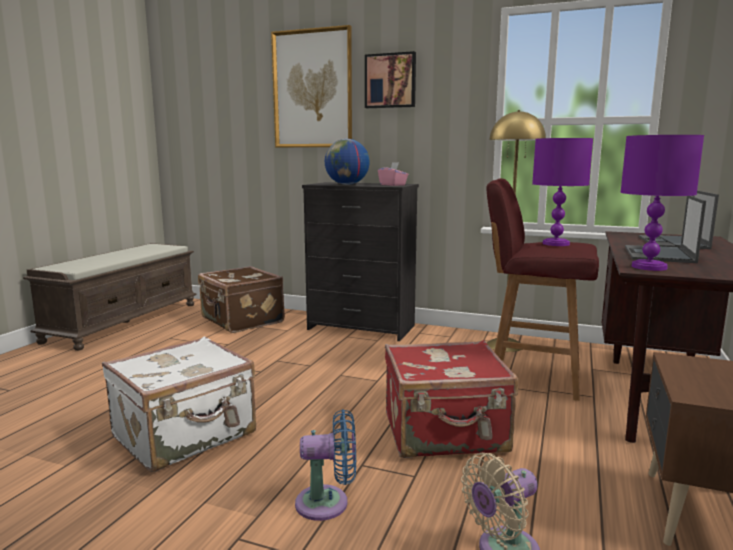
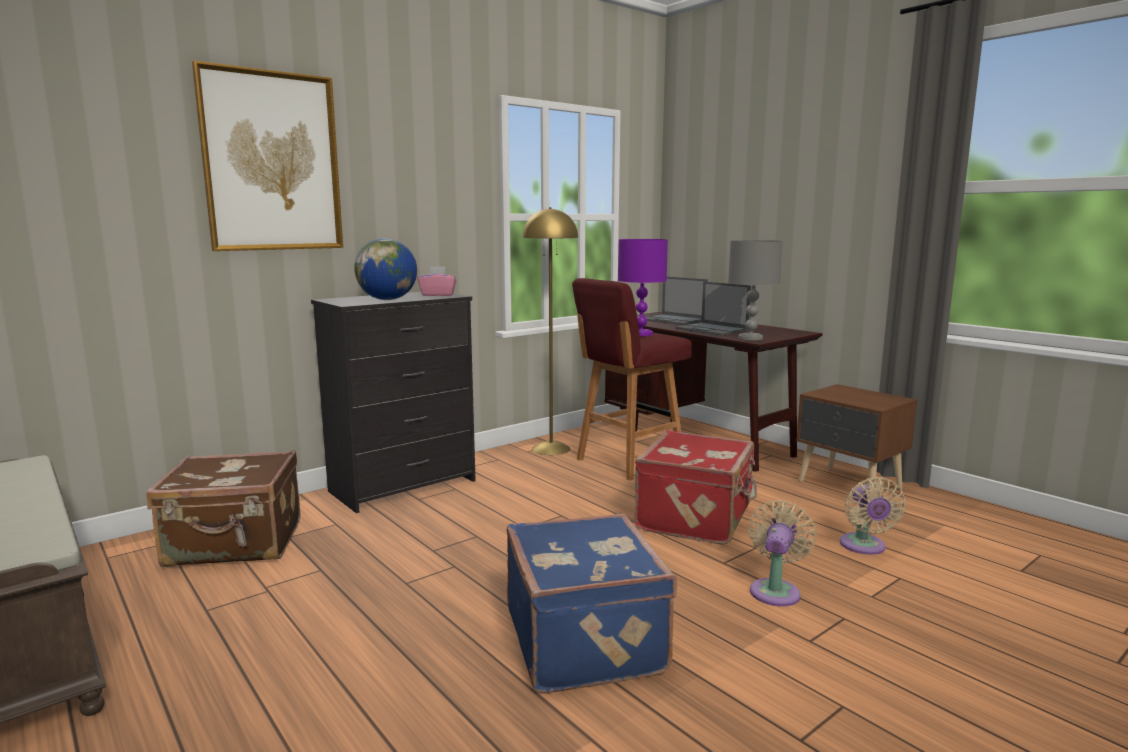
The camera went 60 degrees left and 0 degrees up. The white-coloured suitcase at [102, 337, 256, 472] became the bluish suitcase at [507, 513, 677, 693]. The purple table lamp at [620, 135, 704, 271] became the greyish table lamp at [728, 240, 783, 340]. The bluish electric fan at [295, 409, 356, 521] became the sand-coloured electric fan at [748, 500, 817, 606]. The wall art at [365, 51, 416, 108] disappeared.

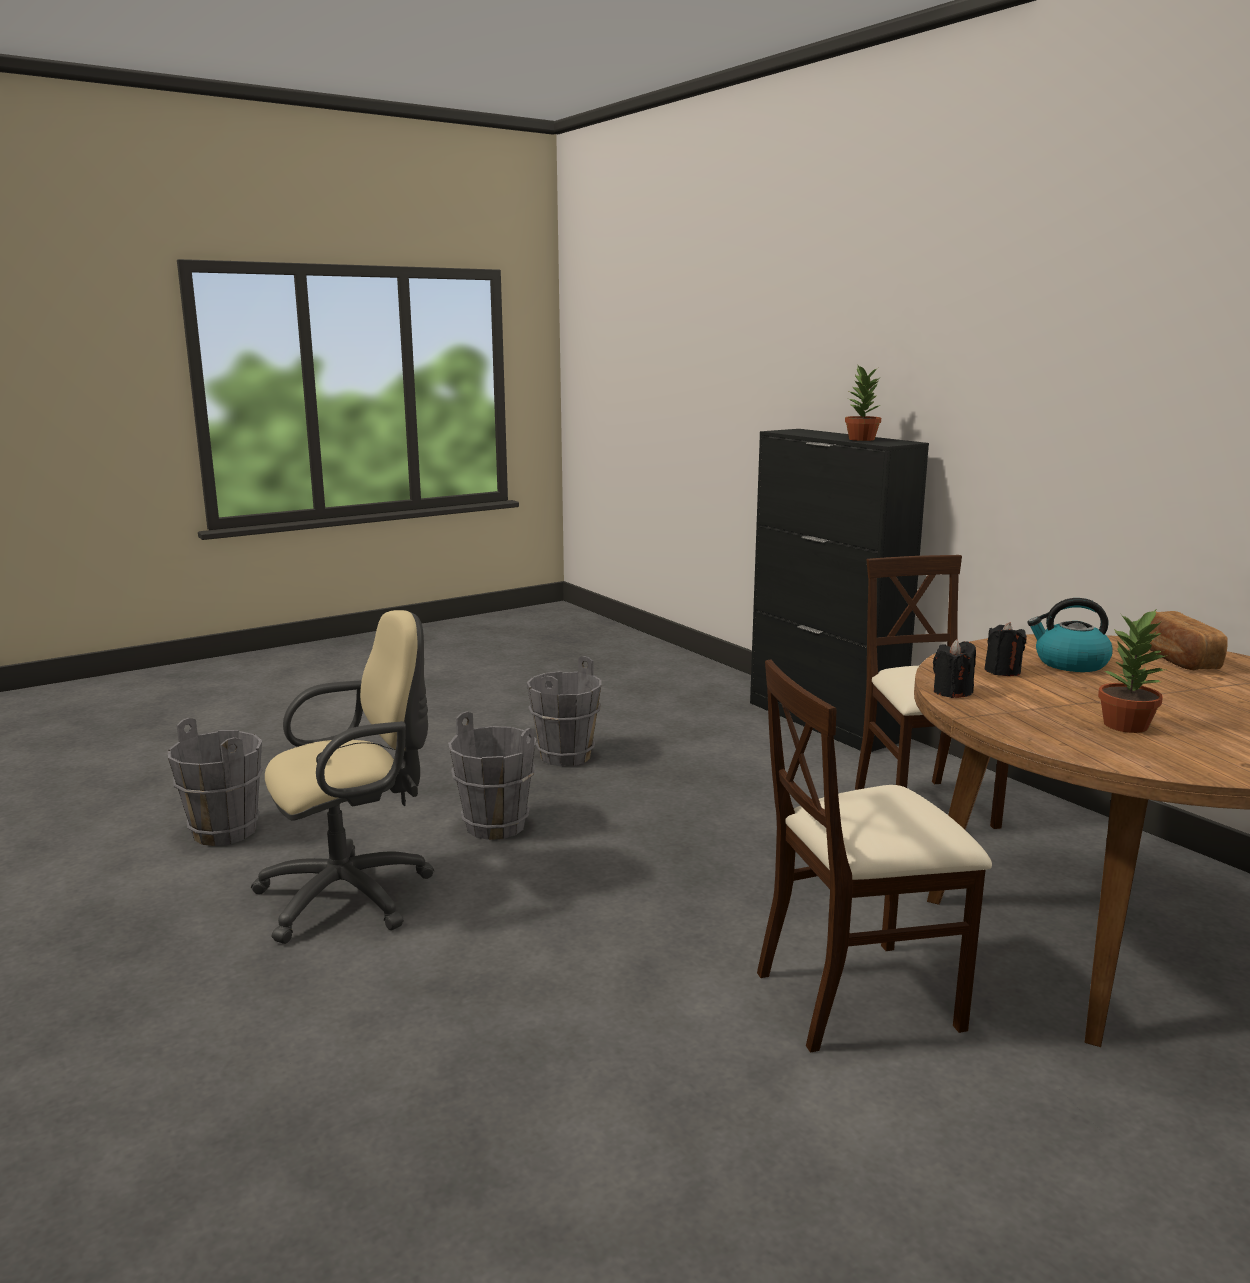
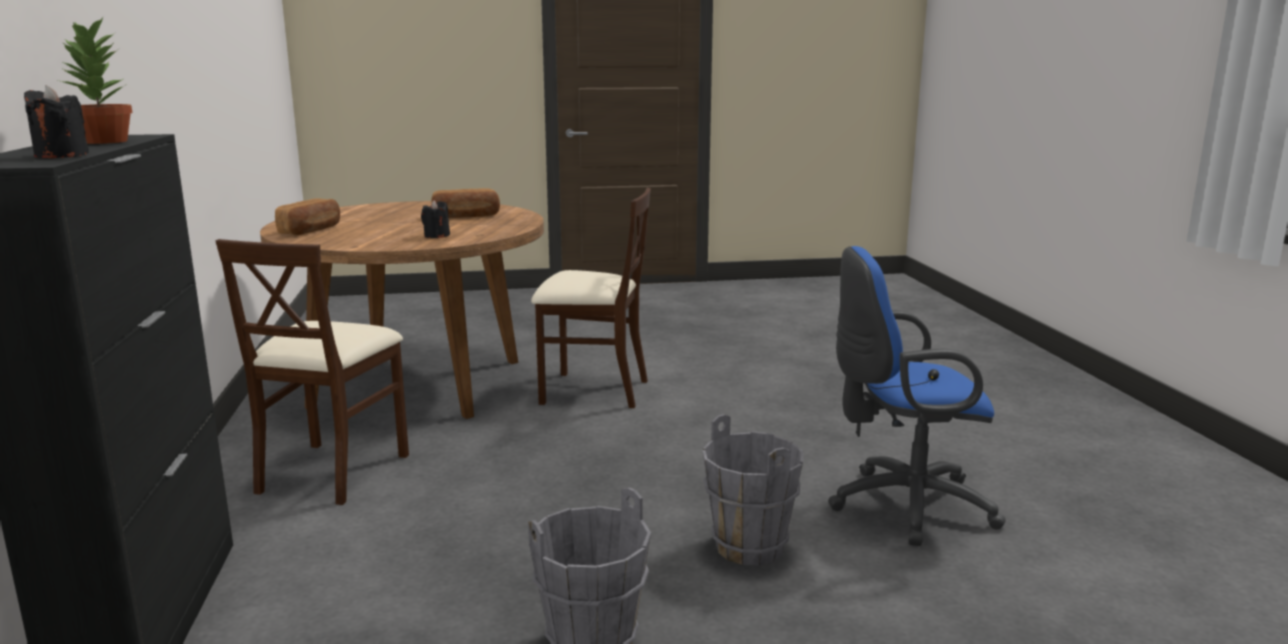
The camera went 155 degrees left and 0 degrees up. The black-coloured wax candle moved from [933, 639, 976, 698] to [24, 85, 89, 158]. The potted plant at [1098, 608, 1167, 733] was replaced by the bakery bread at [432, 188, 500, 218]. The sand-coloured computer chair at [251, 610, 434, 944] became the bluish computer chair at [828, 246, 1006, 546]. The greyish water bucket at [168, 718, 263, 846] disappeared. The kettle at [1027, 598, 1113, 672] disappeared.

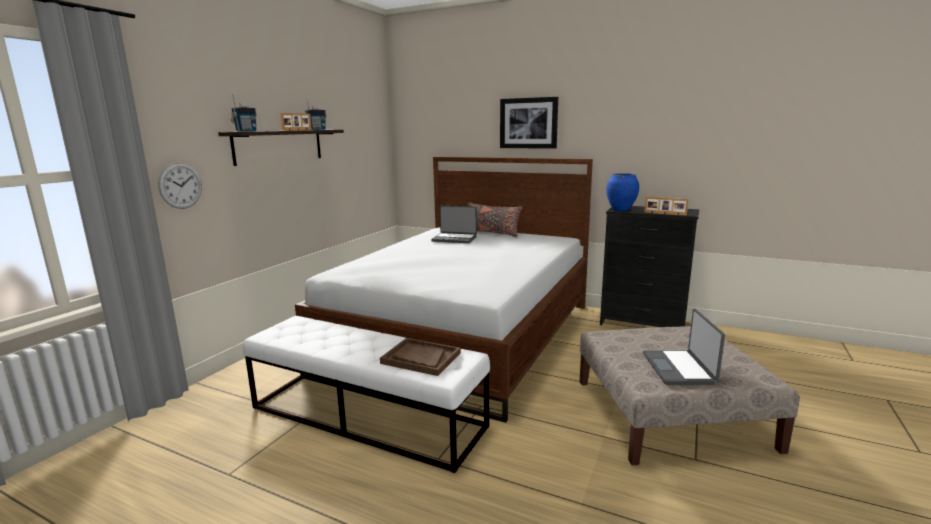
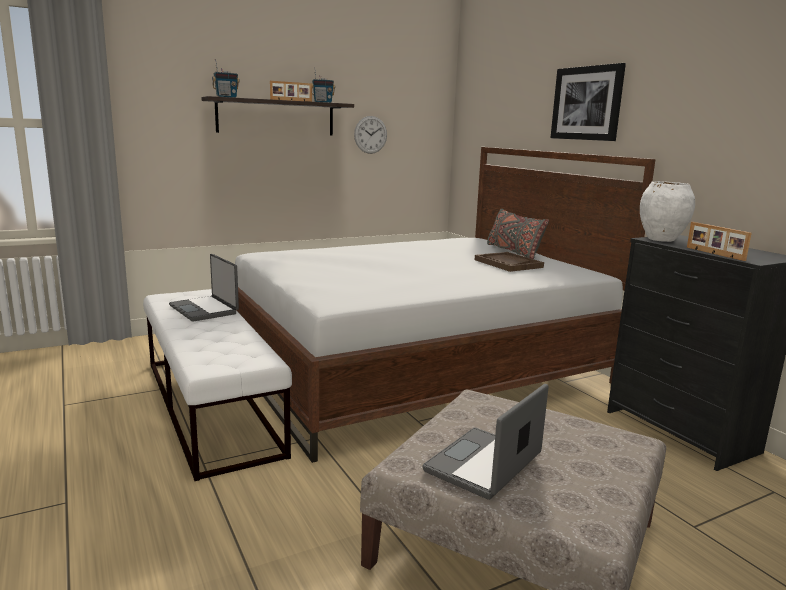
The camera went 35 degrees right and 0 degrees up. The portable computer moved from [431, 205, 477, 243] to [169, 254, 239, 322]. The clock on the wall moved from [158, 163, 202, 209] to [354, 116, 387, 154]. The brownish carrying tray moved from [380, 338, 461, 376] to [475, 252, 544, 272]. The bluish vase at [606, 173, 639, 211] became the white-coloured vase at [640, 181, 695, 242].

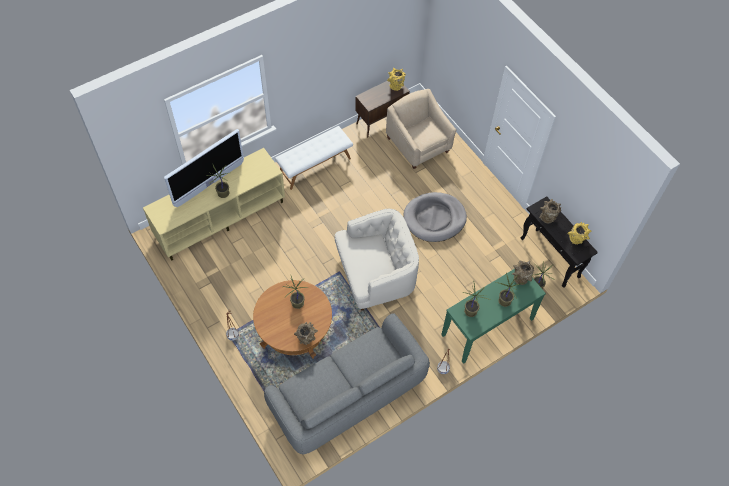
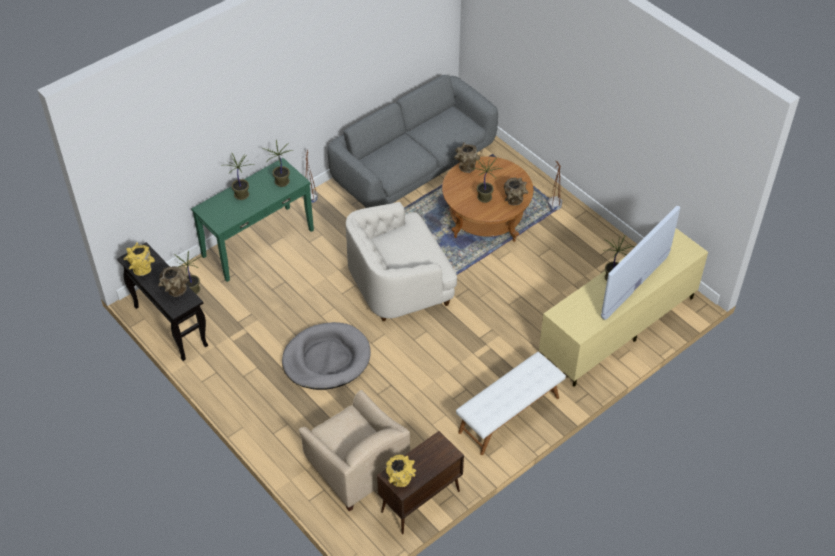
The camera went 175 degrees right and 10 degrees down. The brownish vase moved from [512, 261, 534, 285] to [504, 178, 528, 205].

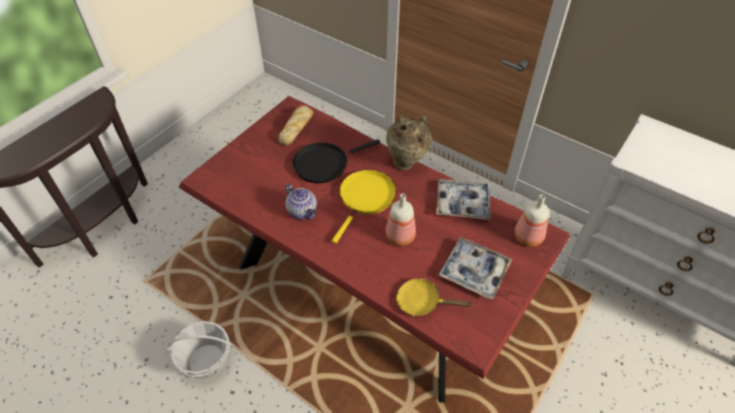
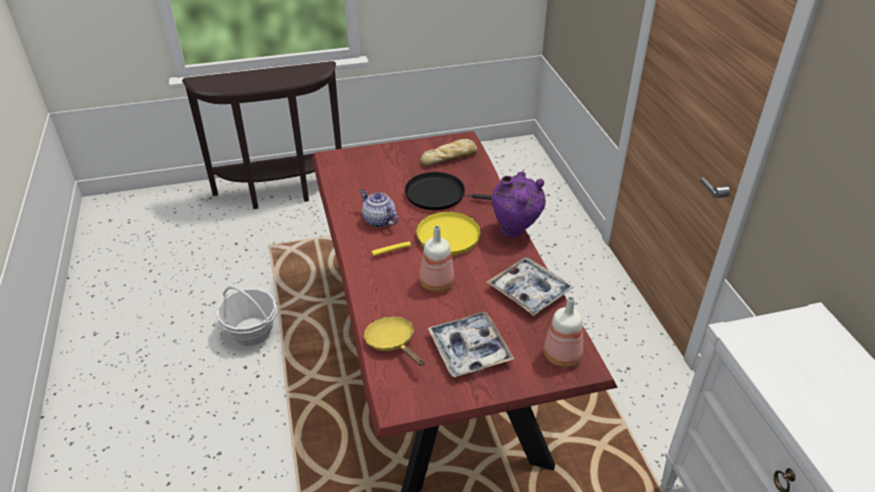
The camera went 40 degrees right and 10 degrees down. The tea pot at [285, 183, 317, 219] turned 135 degrees clockwise. The sand-coloured vase at [386, 115, 432, 170] became the purple vase at [492, 171, 546, 237].

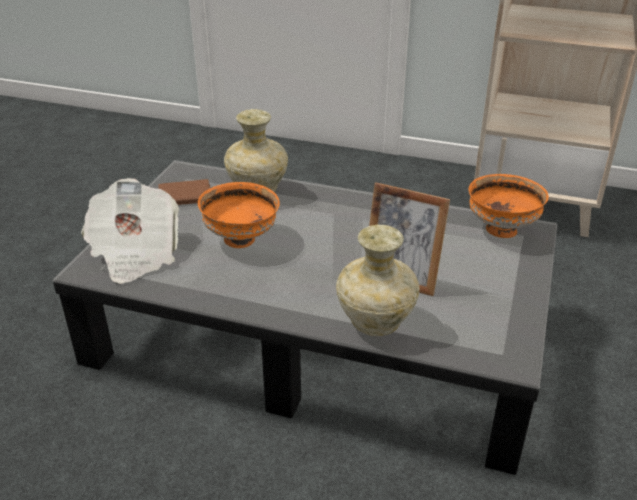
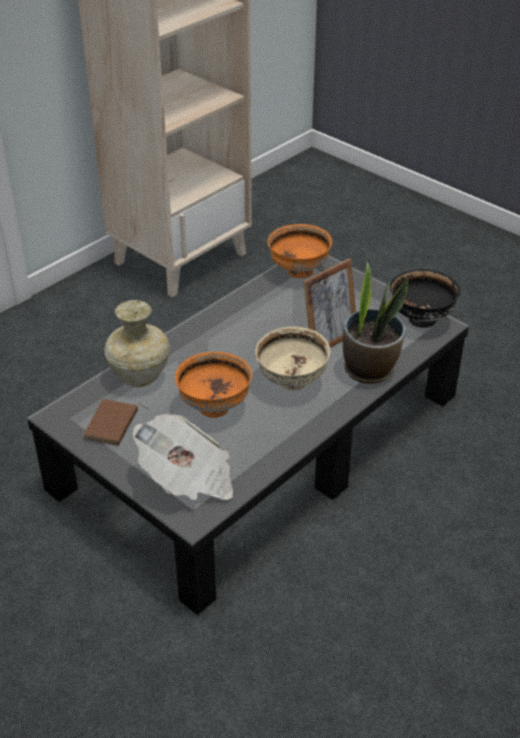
The camera went 65 degrees left and 5 degrees up. The sand-coloured deep dish at [255, 327, 330, 391] appeared. The sand-coloured vase at [336, 224, 420, 336] was replaced by the potted plant at [343, 262, 408, 384]. The black-coloured deep dish at [390, 269, 460, 328] appeared.

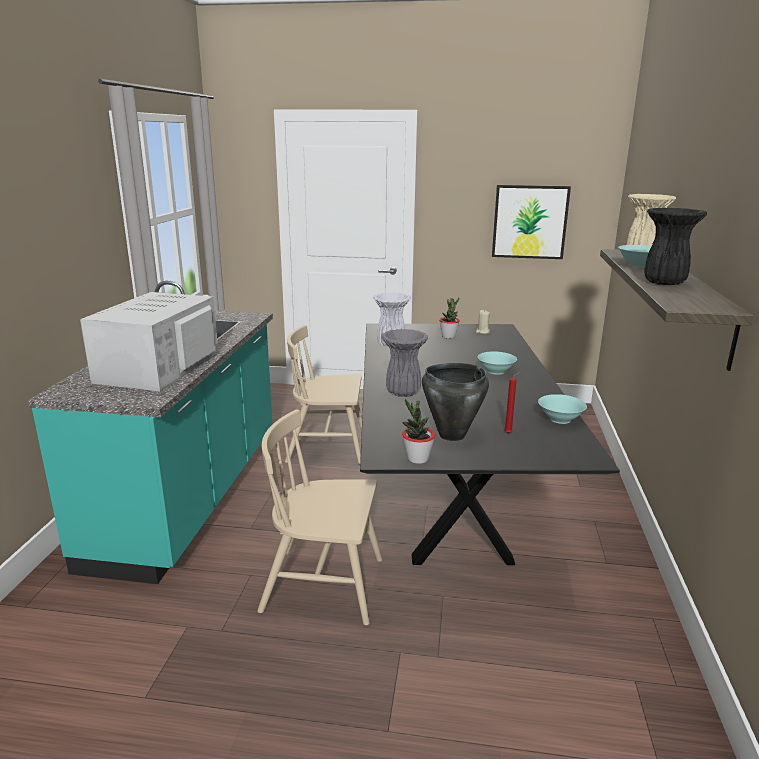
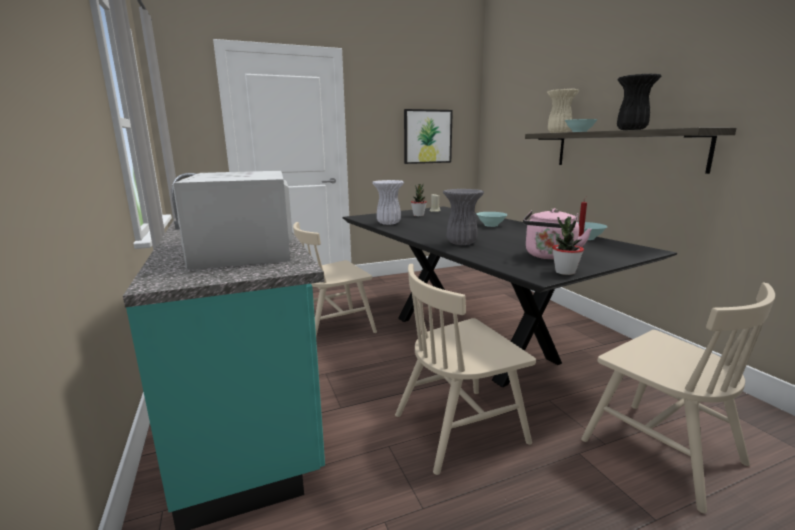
The camera went 30 degrees left and 5 degrees down. The black-coloured stockpot at [422, 363, 489, 441] was replaced by the pink-coloured kettle at [523, 208, 592, 260]. The sand-coloured plain chair at [581, 283, 775, 513] appeared.

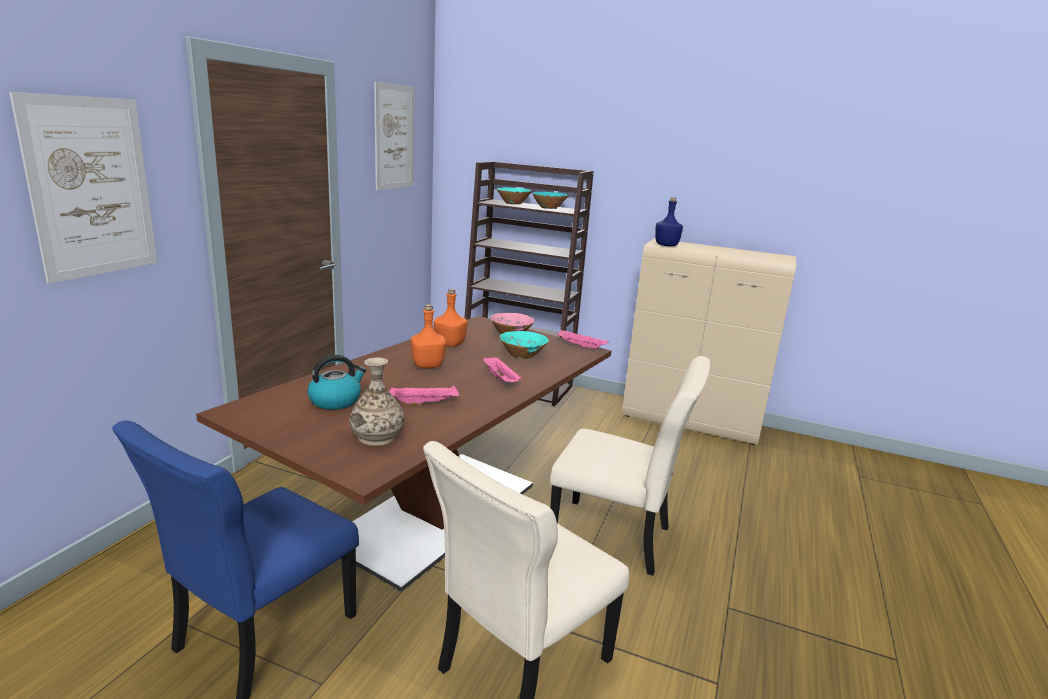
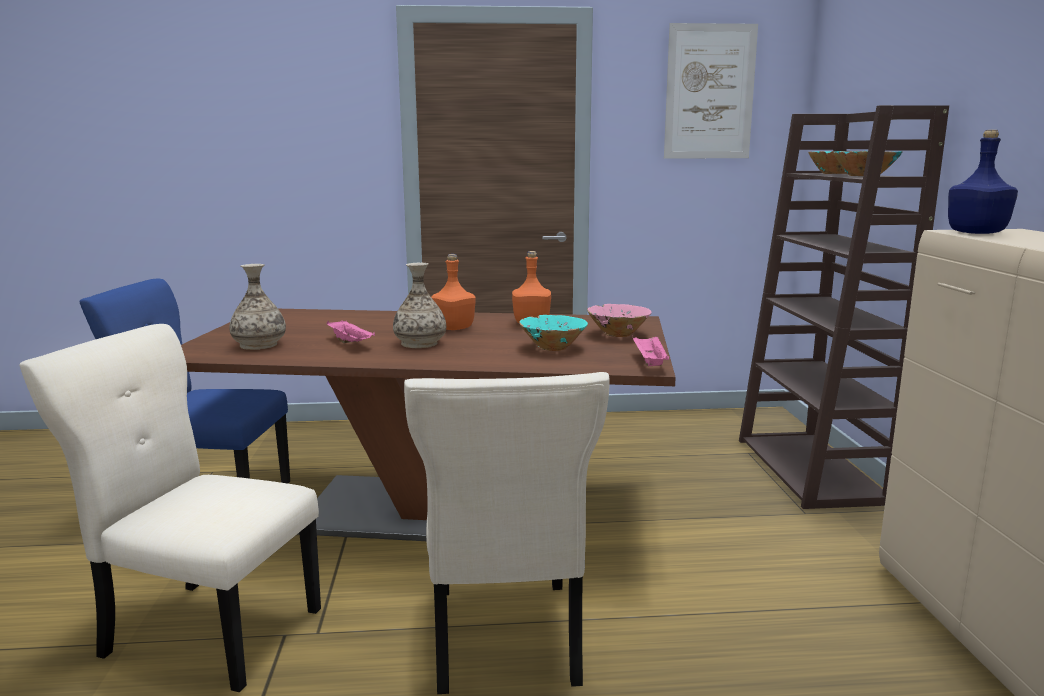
The camera went 65 degrees right and 5 degrees down. The vase at [393, 263, 446, 348] appeared. The wall art at [9, 92, 157, 284] disappeared. The kettle at [307, 355, 366, 410] disappeared. The pink-coloured carrying tray at [483, 357, 522, 382] disappeared.

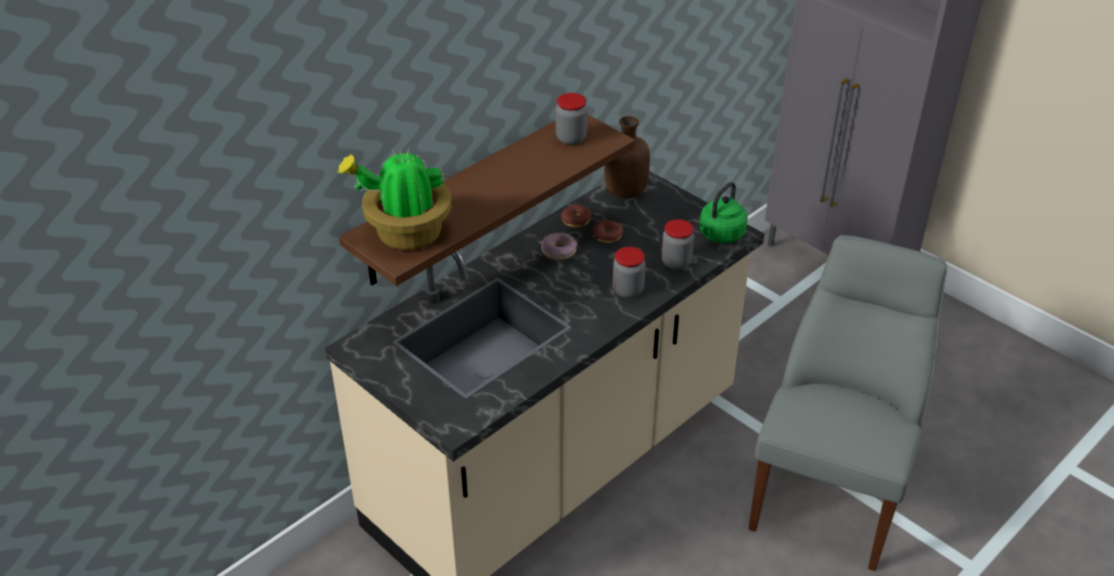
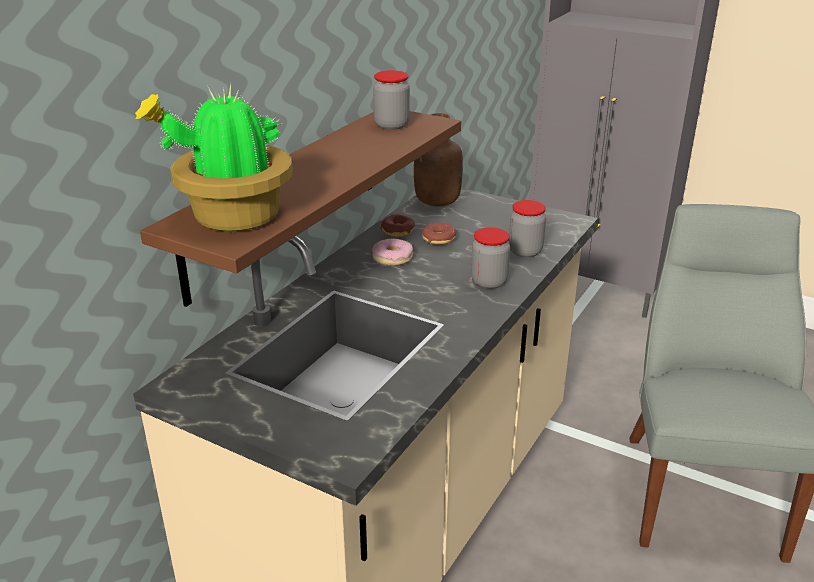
The camera went 15 degrees left and 10 degrees down. The green kettle at [699, 182, 748, 243] disappeared.

